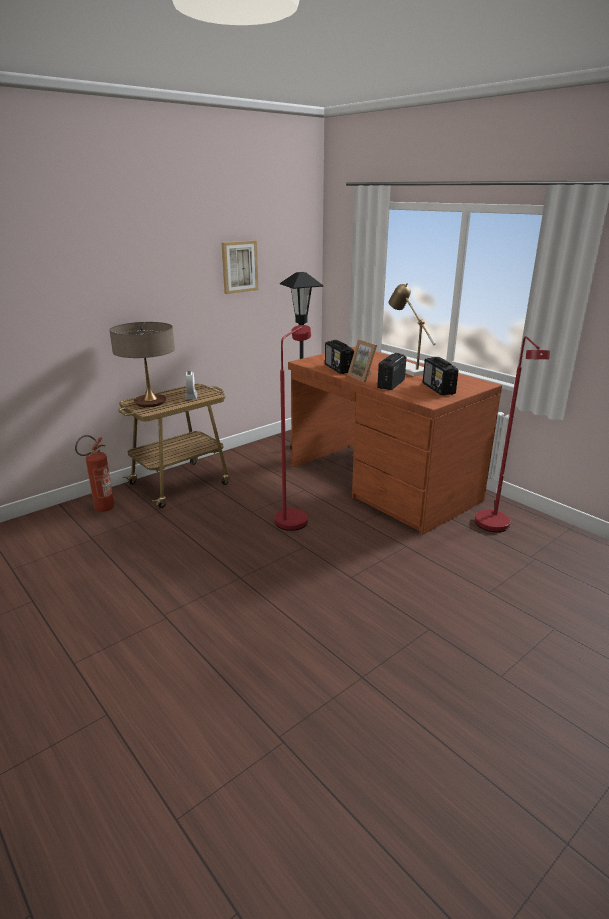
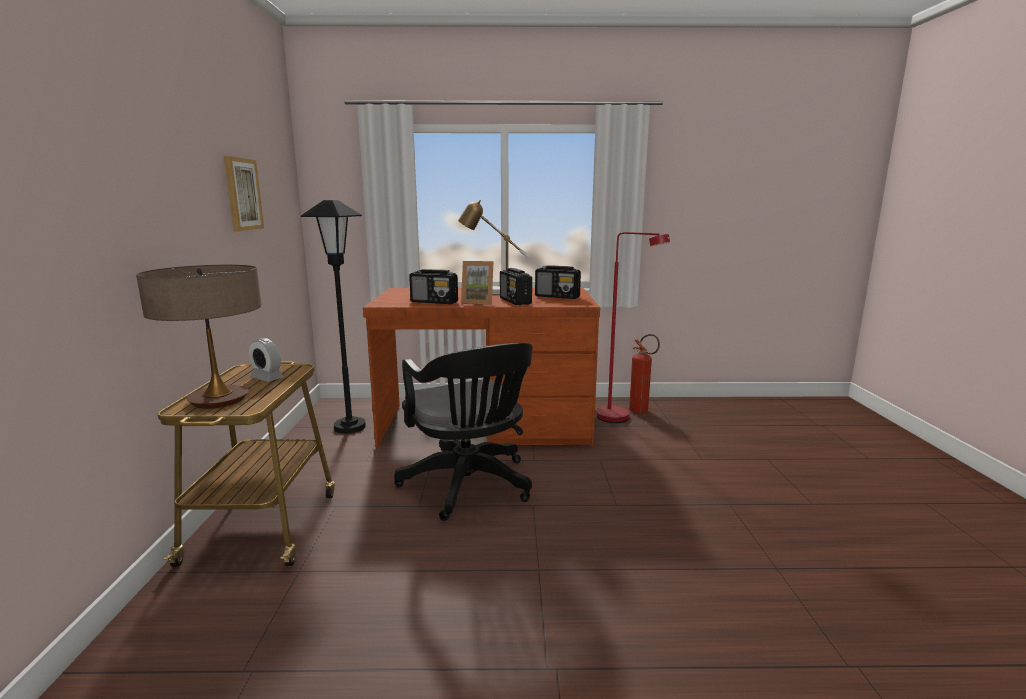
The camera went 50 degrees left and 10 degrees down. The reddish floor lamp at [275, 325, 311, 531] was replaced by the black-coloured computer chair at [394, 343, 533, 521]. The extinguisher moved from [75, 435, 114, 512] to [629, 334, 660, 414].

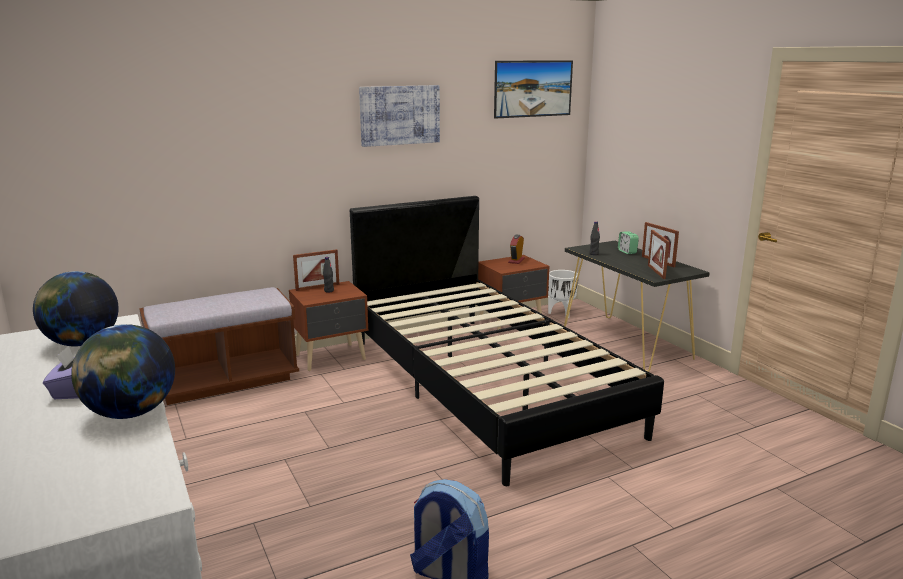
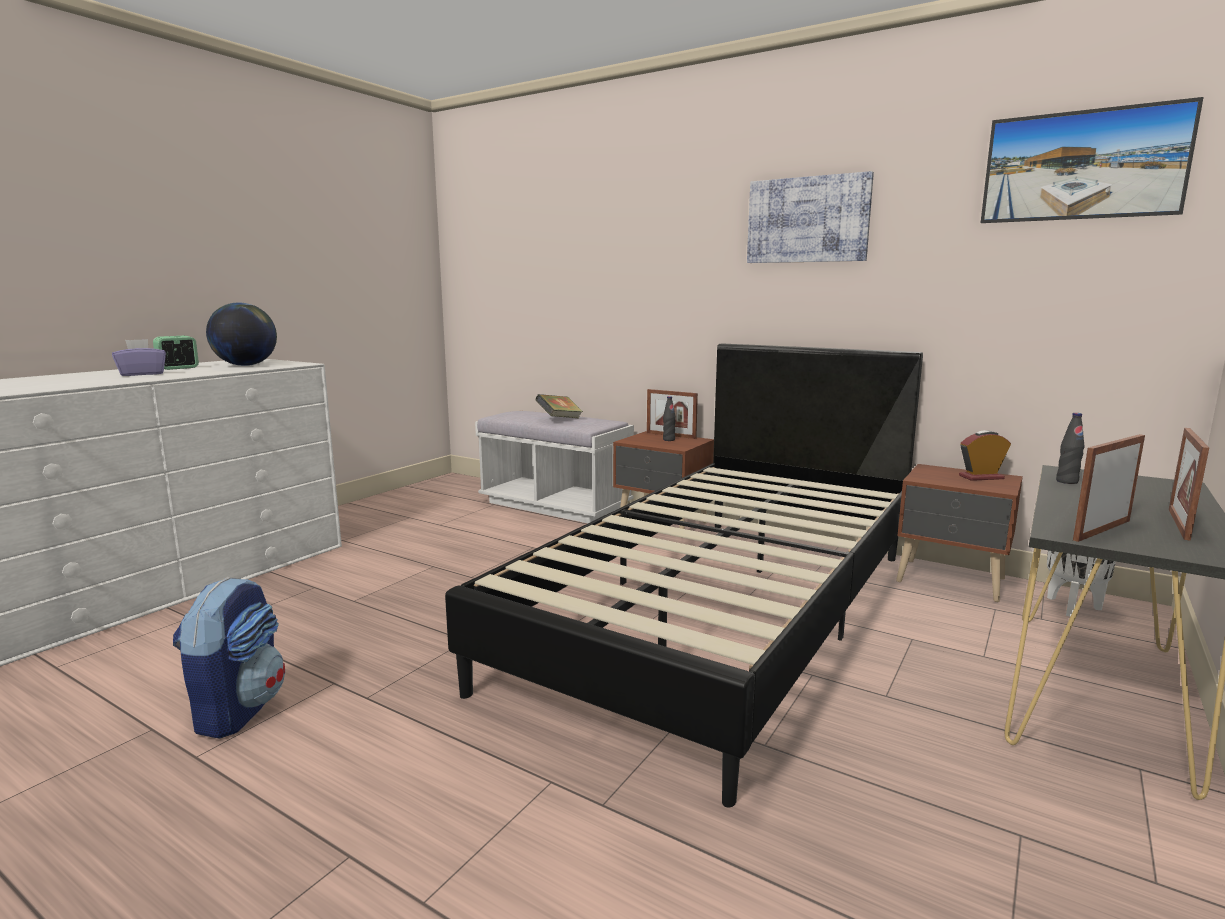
The camera went 60 degrees right and 5 degrees down. The bedside clock moved from [618, 232, 639, 254] to [153, 336, 199, 370]. The brownish long seat at [139, 287, 299, 405] became the white-coloured long seat at [475, 411, 634, 523]. The volume at [535, 394, 583, 419] appeared. The globe at [71, 324, 175, 419] disappeared.

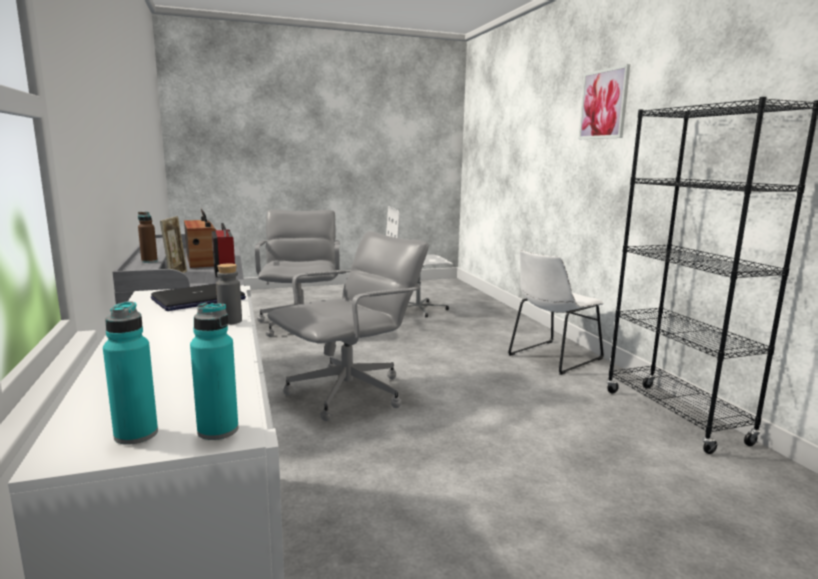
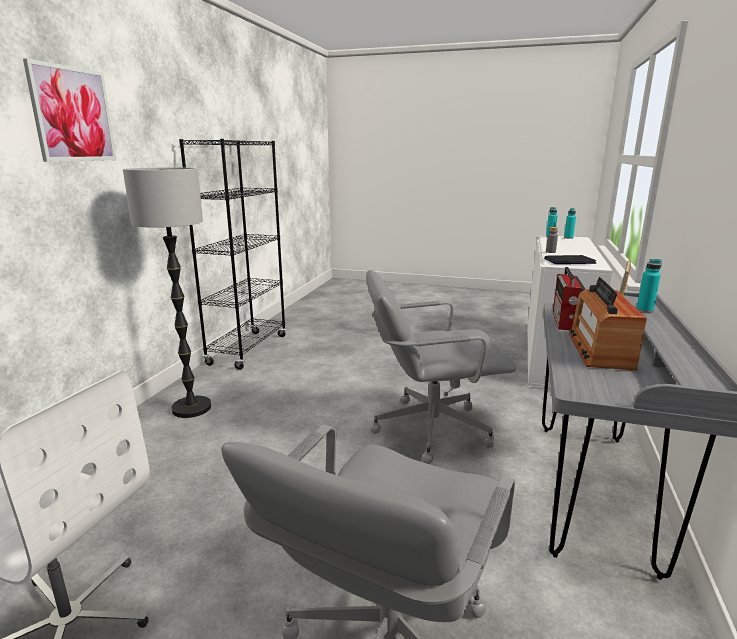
The camera went 145 degrees left and 5 degrees up. The white-coloured plain chair at [508, 250, 604, 375] was replaced by the floor lamp at [123, 167, 211, 418]. The brownish bottle at [138, 212, 158, 263] became the turquoise bottle at [637, 259, 662, 312].

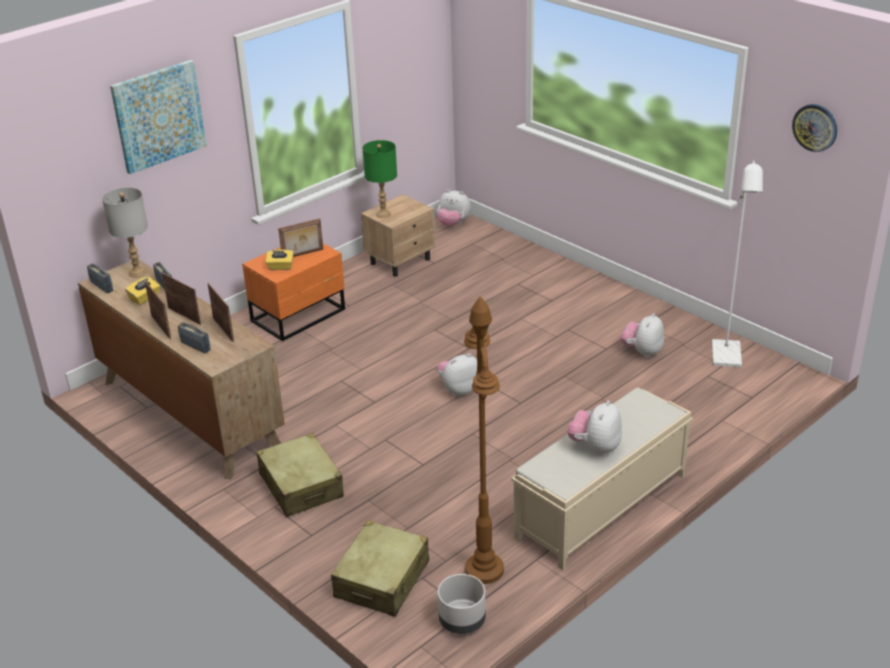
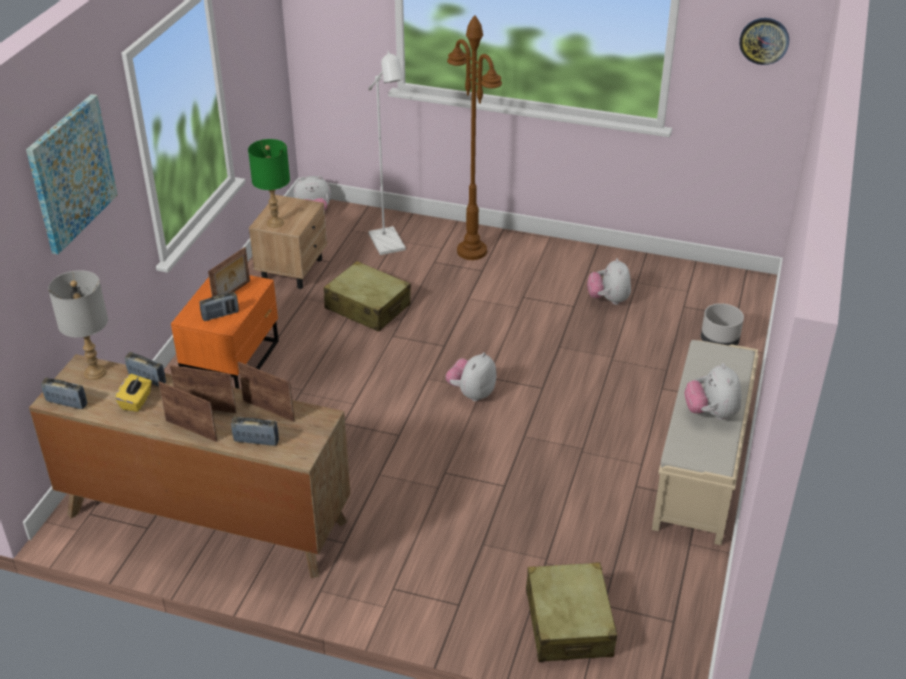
The camera went 30 degrees left and 5 degrees up. The yellowish tissue box at [266, 249, 294, 270] was replaced by the radio receiver at [200, 292, 239, 321]. The sand-coloured suitcase moved from [256, 433, 344, 517] to [324, 261, 411, 332]. The white-coloured floor lamp moved from [712, 160, 763, 367] to [368, 51, 406, 255]. The brownish floor lamp moved from [464, 296, 504, 584] to [447, 15, 502, 260]. The greyish plant pot moved from [438, 574, 486, 634] to [701, 303, 744, 346].

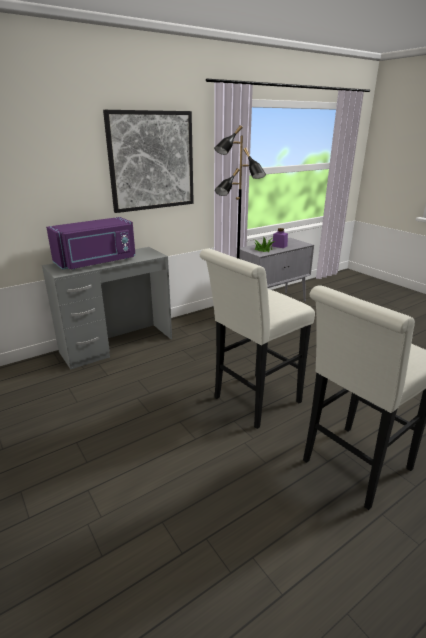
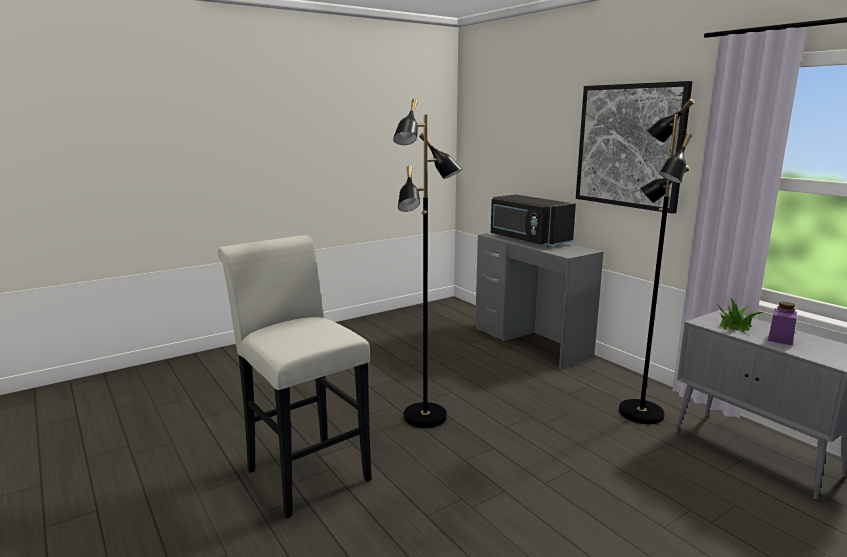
The camera went 90 degrees right and 10 degrees down. The white-coloured sitting stool at [200, 249, 315, 429] was replaced by the black-coloured floor lamp at [393, 99, 463, 428]. The purple microwave at [46, 217, 136, 270] became the black-coloured microwave at [491, 194, 576, 247].

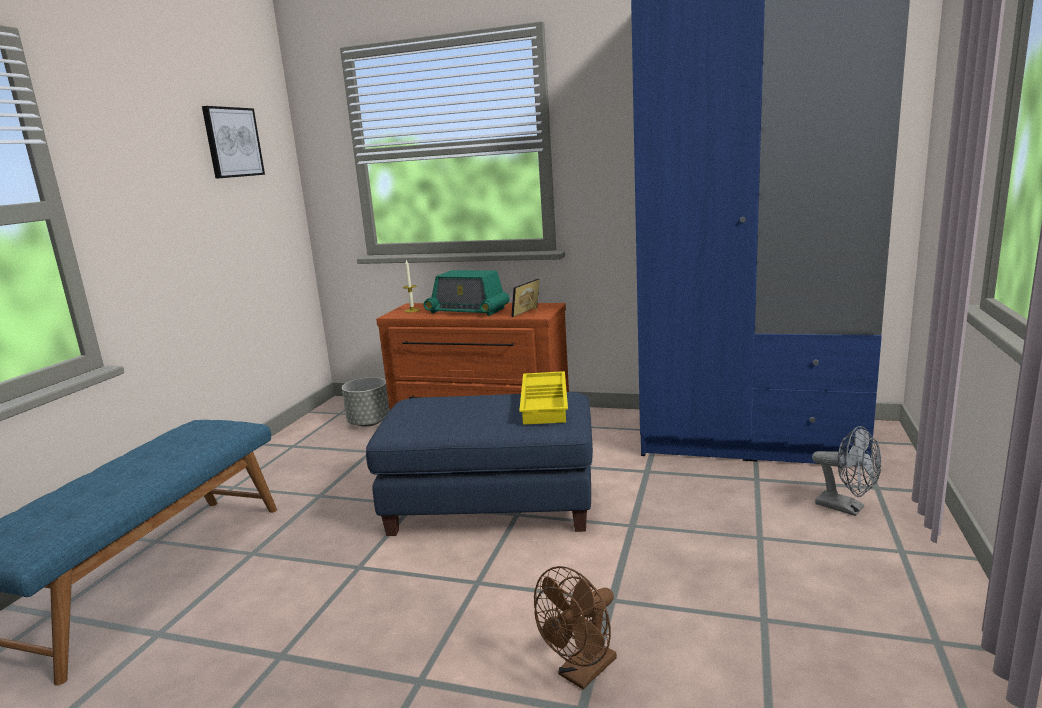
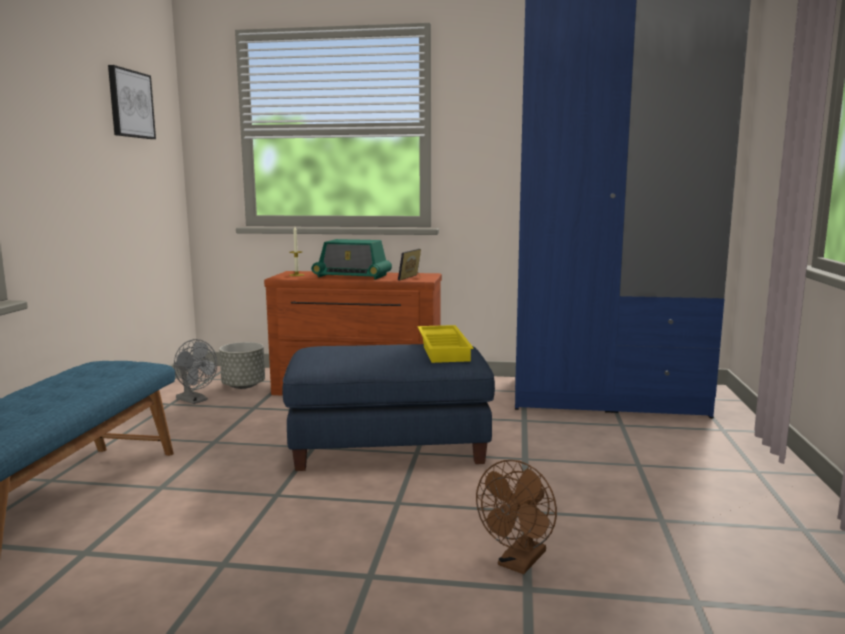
The camera went 10 degrees left and 5 degrees down. The greyish electric fan moved from [812, 426, 881, 516] to [174, 339, 217, 404].

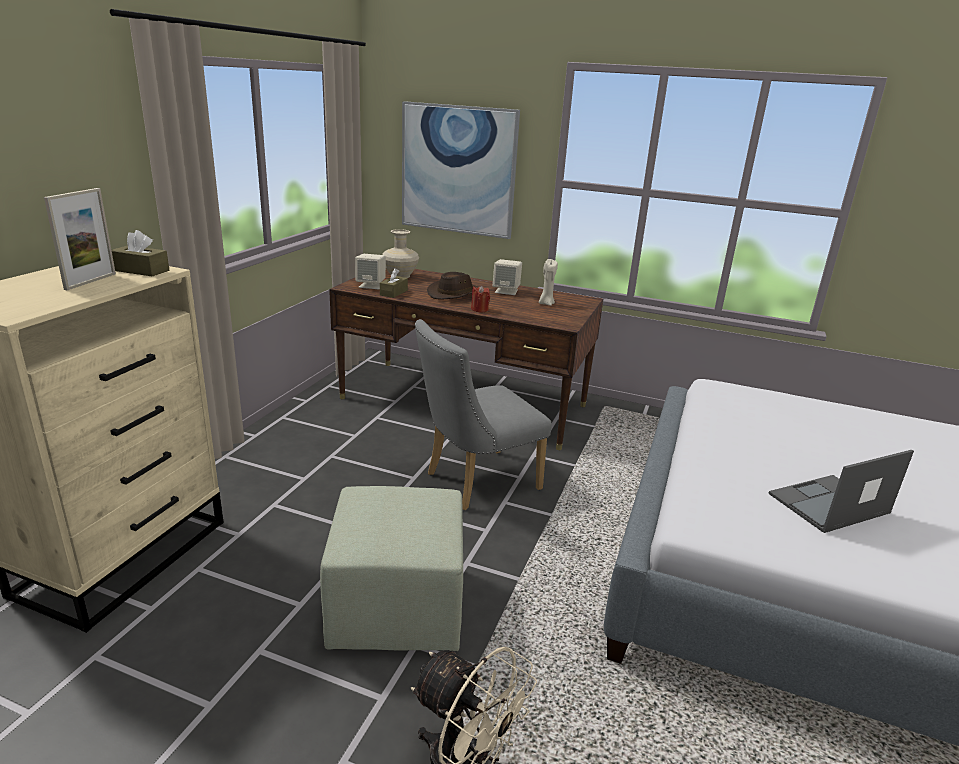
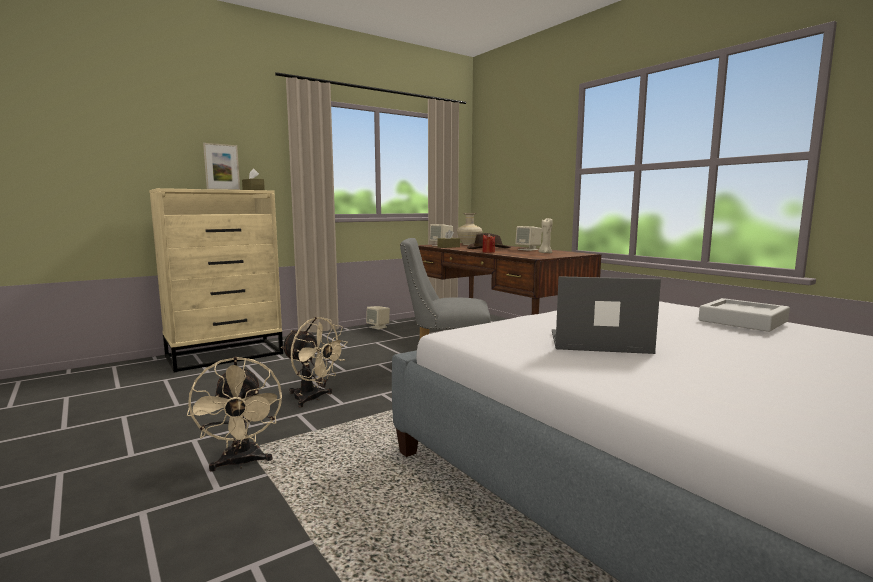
The camera went 35 degrees right and 15 degrees down. The green pouffe at [320, 486, 463, 651] was replaced by the sand-coloured electric fan at [281, 317, 348, 407]. The sand-coloured loudspeaker at [366, 306, 390, 330] appeared. The greyish carrying tray at [699, 298, 790, 332] appeared. The wall art at [402, 101, 520, 239] disappeared.

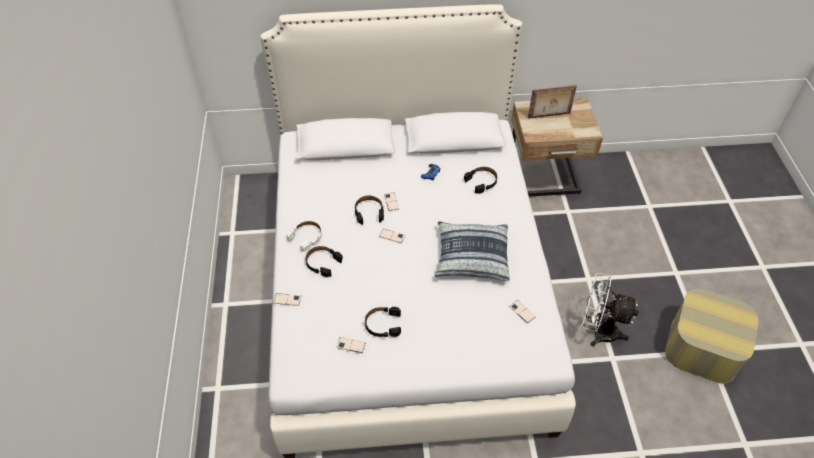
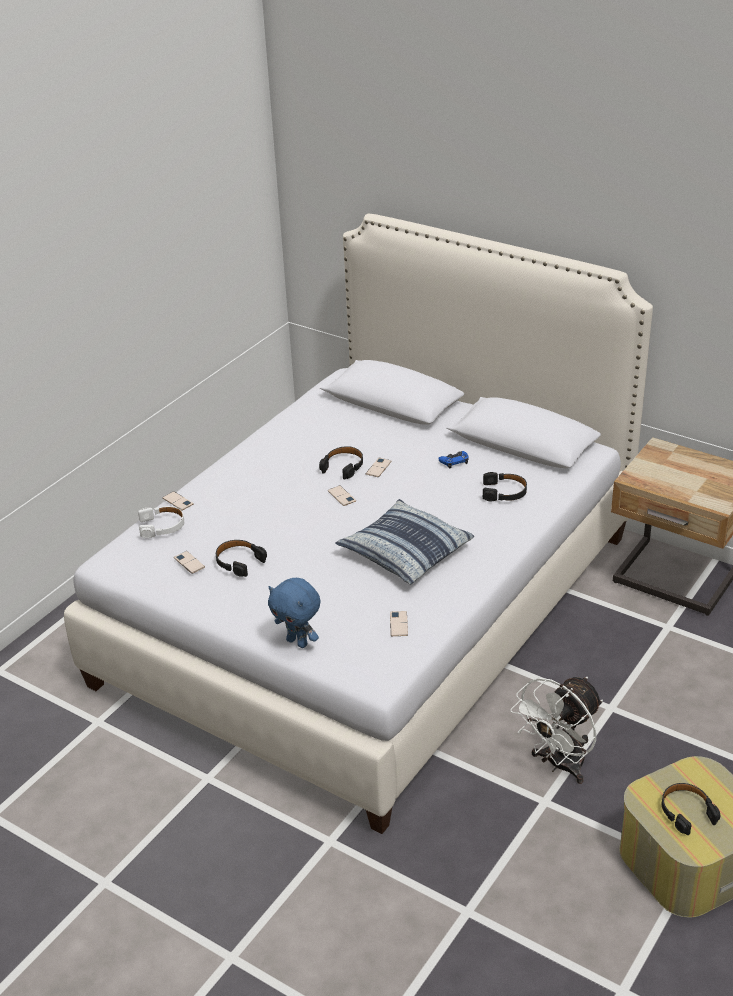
The camera went 40 degrees right and 15 degrees down. The white-coloured pair of headphones moved from [286, 221, 322, 252] to [138, 506, 184, 538]. The bluish cuddly toy at [268, 578, 321, 648] appeared. The white-coloured electric fan at [582, 273, 639, 346] turned 105 degrees counterclockwise. The black-coloured pair of headphones moved from [305, 246, 343, 277] to [662, 783, 720, 835]. The photo frame at [528, 85, 577, 118] disappeared.

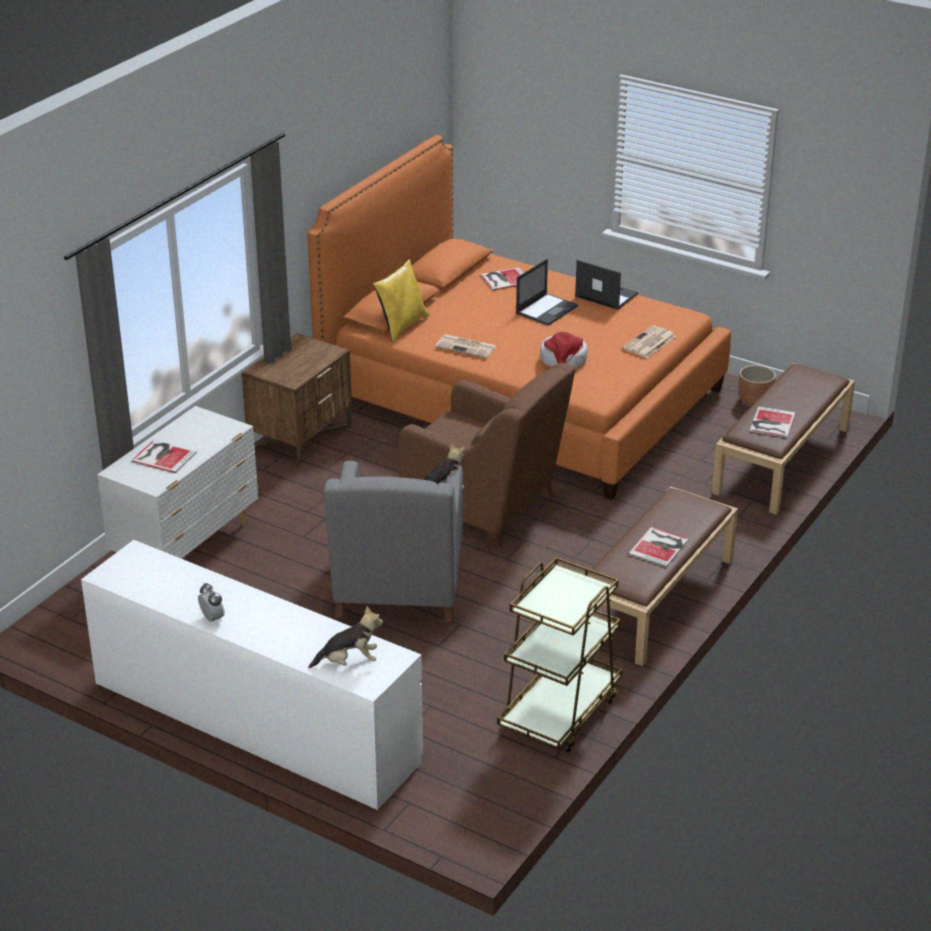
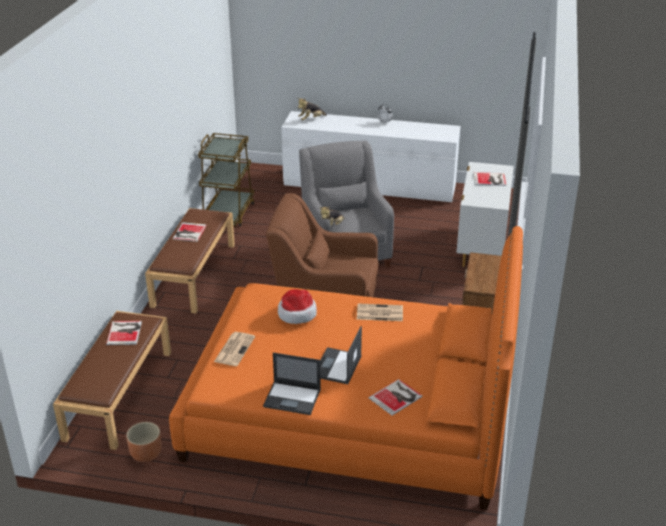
The camera went 160 degrees right and 0 degrees up. The yellowish pillow at [373, 259, 430, 342] disappeared.

